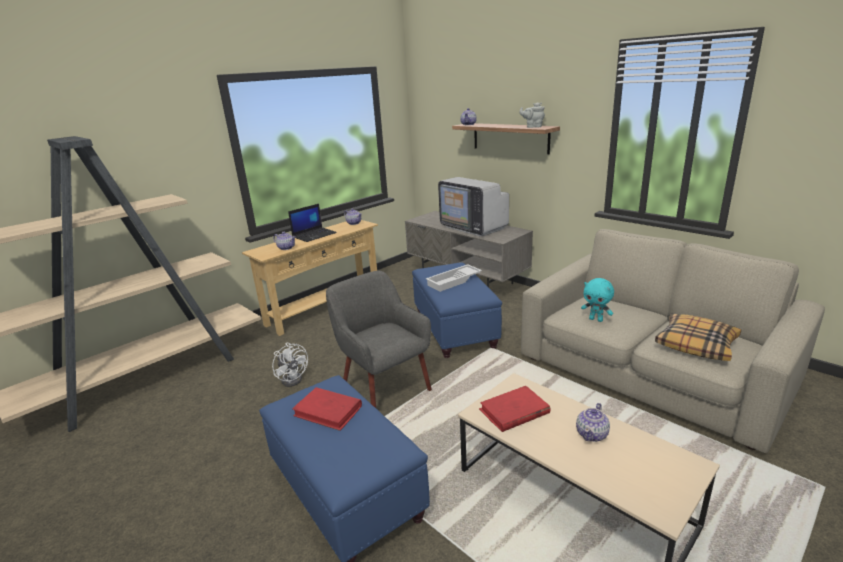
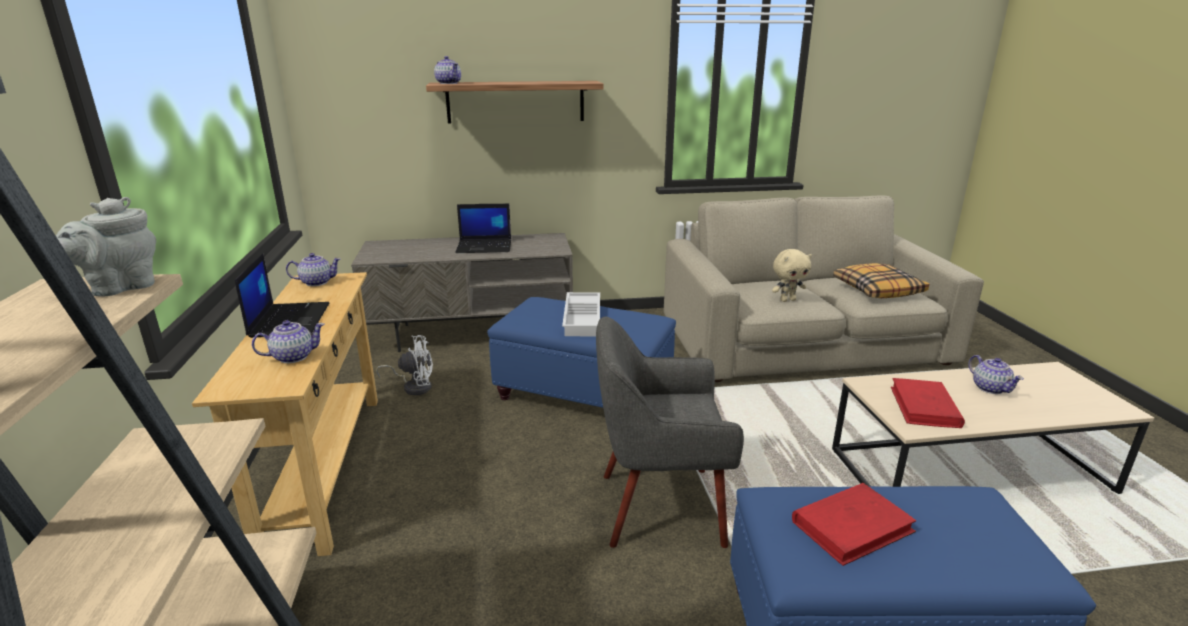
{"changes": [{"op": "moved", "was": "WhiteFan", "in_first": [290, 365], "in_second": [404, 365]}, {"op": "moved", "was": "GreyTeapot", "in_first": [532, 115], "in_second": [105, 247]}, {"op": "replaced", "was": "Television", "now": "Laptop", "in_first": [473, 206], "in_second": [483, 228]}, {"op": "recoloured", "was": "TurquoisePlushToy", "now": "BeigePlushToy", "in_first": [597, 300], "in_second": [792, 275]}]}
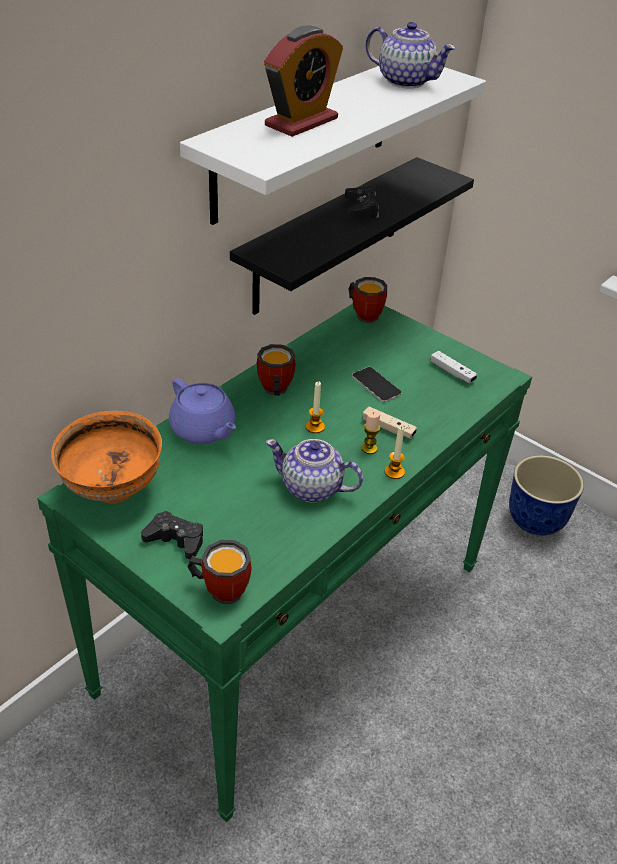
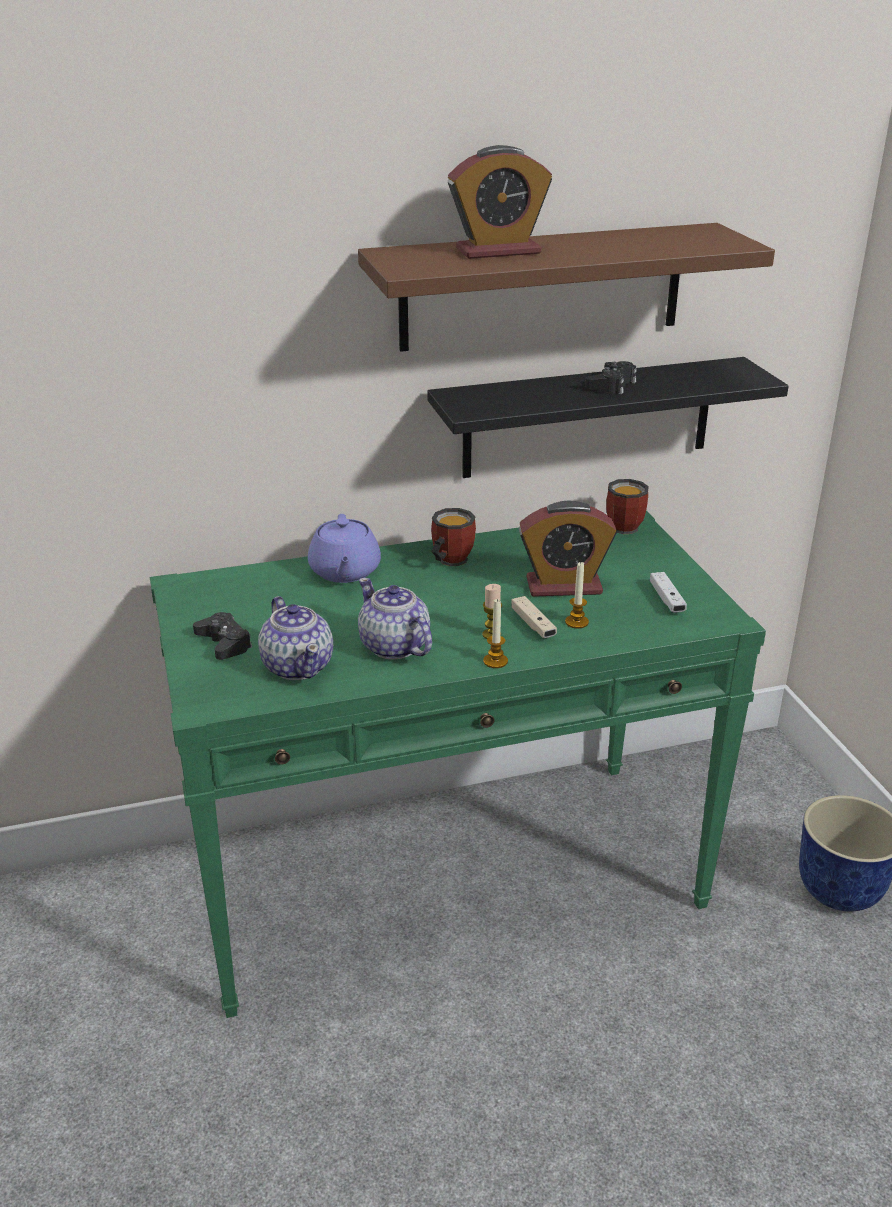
{"changes": [{"op": "removed", "was": "OrangeBowl", "in_first": [106, 457]}, {"op": "removed", "was": "Mug", "in_first": [219, 572]}, {"op": "moved", "was": "Candle", "in_first": [315, 407], "in_second": [577, 595]}, {"op": "moved", "was": "Teapot", "in_first": [411, 55], "in_second": [295, 638]}, {"op": "replaced", "was": "Phone", "now": "AlarmClock", "in_first": [377, 384], "in_second": [568, 548]}, {"op": "recoloured", "was": "WhiteShelf", "now": "BrownShelf", "in_first": [333, 145], "in_second": [566, 287]}]}
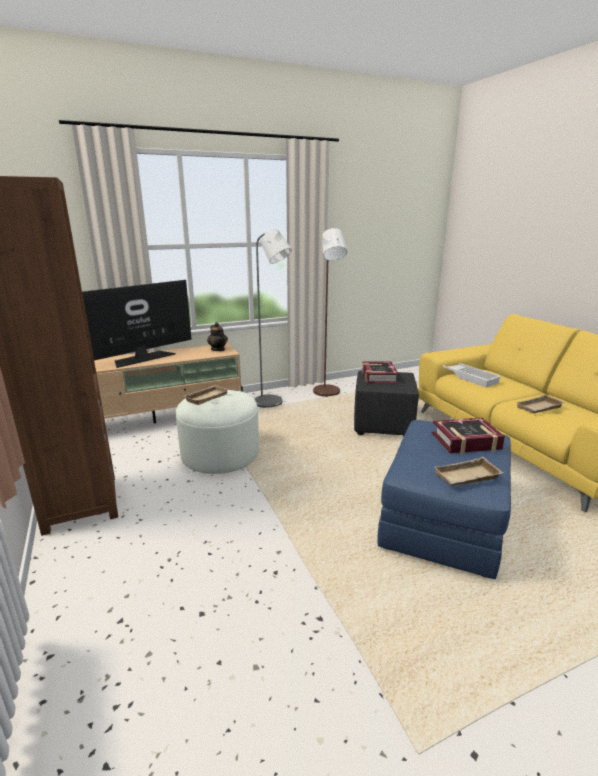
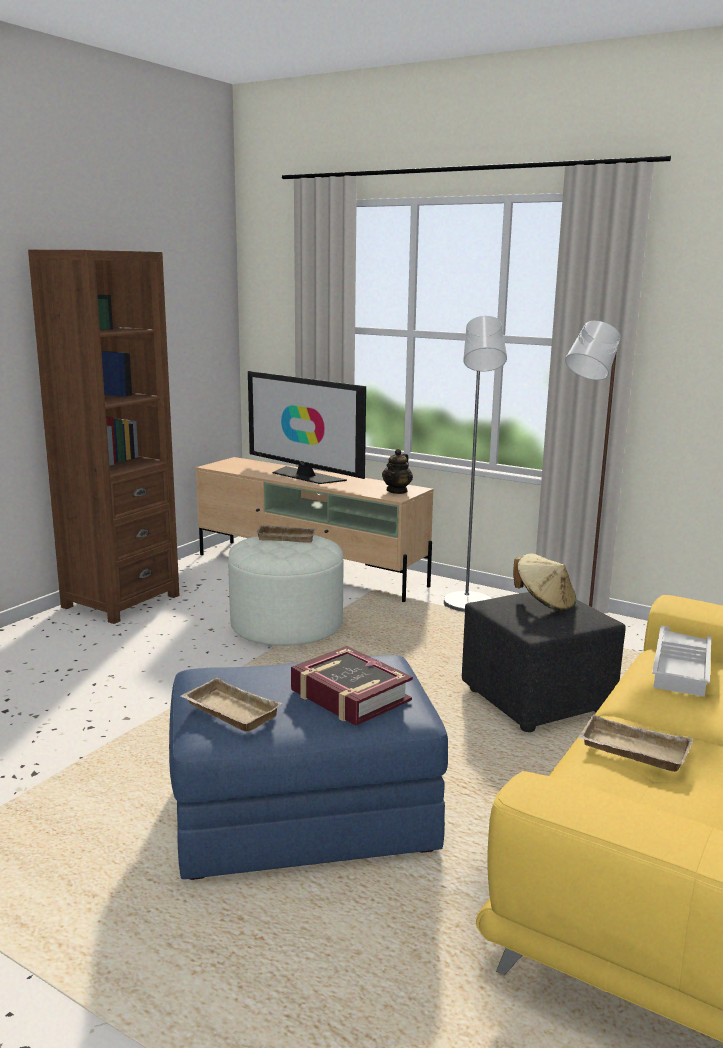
{"changes": [{"op": "replaced", "was": "Book", "now": "BeigeHat", "in_first": [380, 372], "in_second": [544, 582]}, {"op": "turned", "was": "Television", "in_first": [137, 324], "in_second": [307, 427], "clockwise": -150}]}
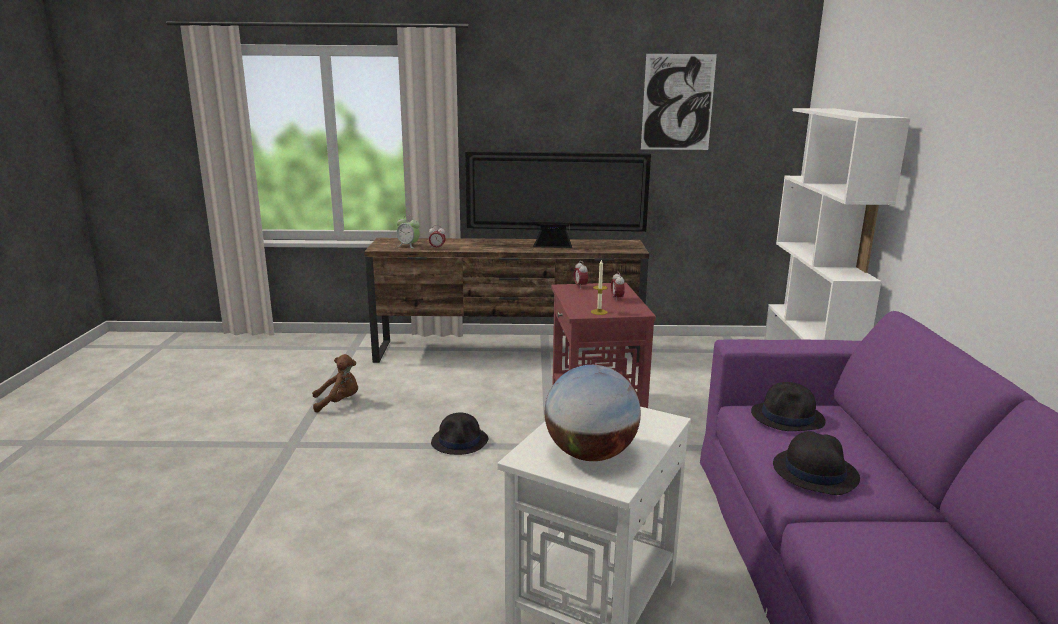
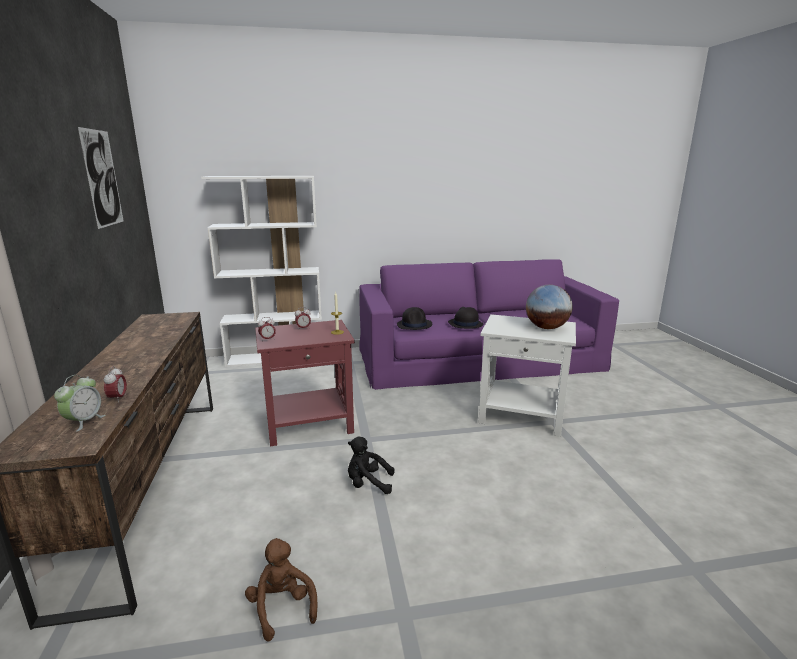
{"changes": [{"op": "removed", "was": "Television", "in_first": [558, 199]}, {"op": "replaced", "was": "BlackHat", "now": "BlackPlushToy", "in_first": [459, 433], "in_second": [371, 465]}]}
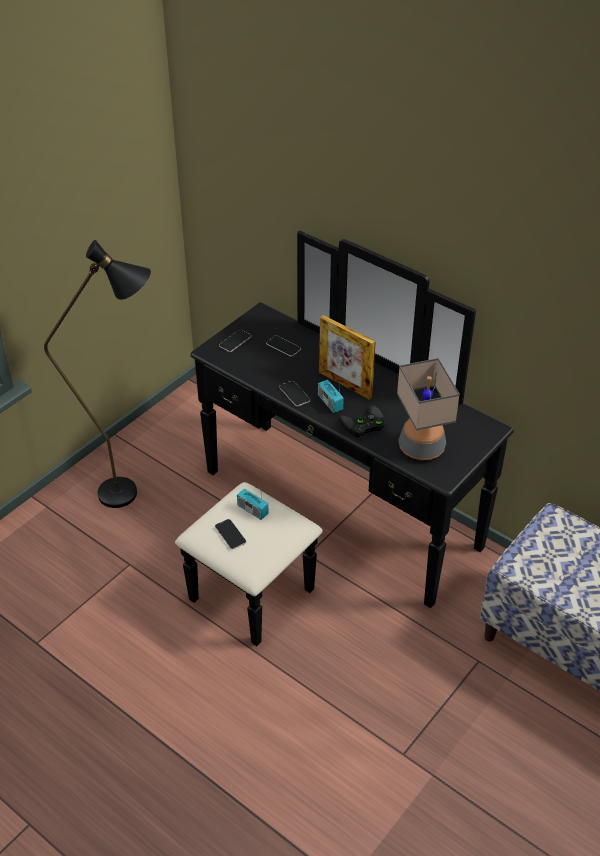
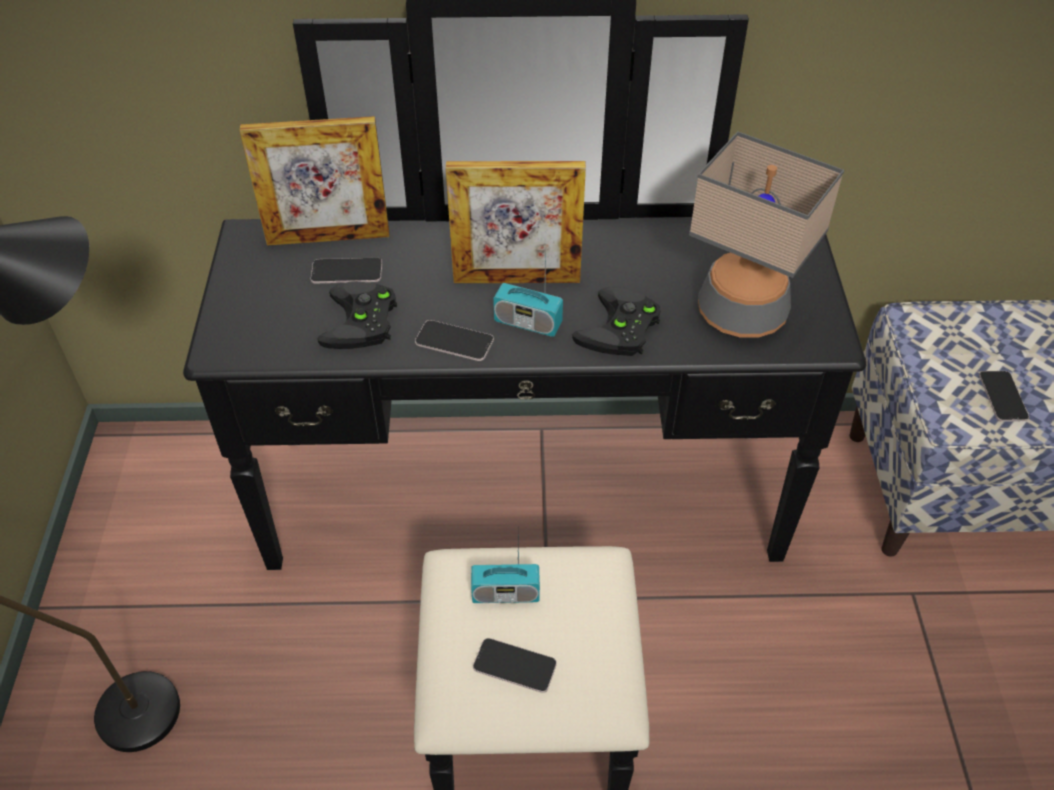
{"changes": [{"op": "added", "now": "PictureFrame", "in_second": [314, 181]}, {"op": "added", "now": "BlackGameController", "in_second": [357, 315]}, {"op": "moved", "was": "Phone", "in_first": [235, 340], "in_second": [1004, 396]}]}
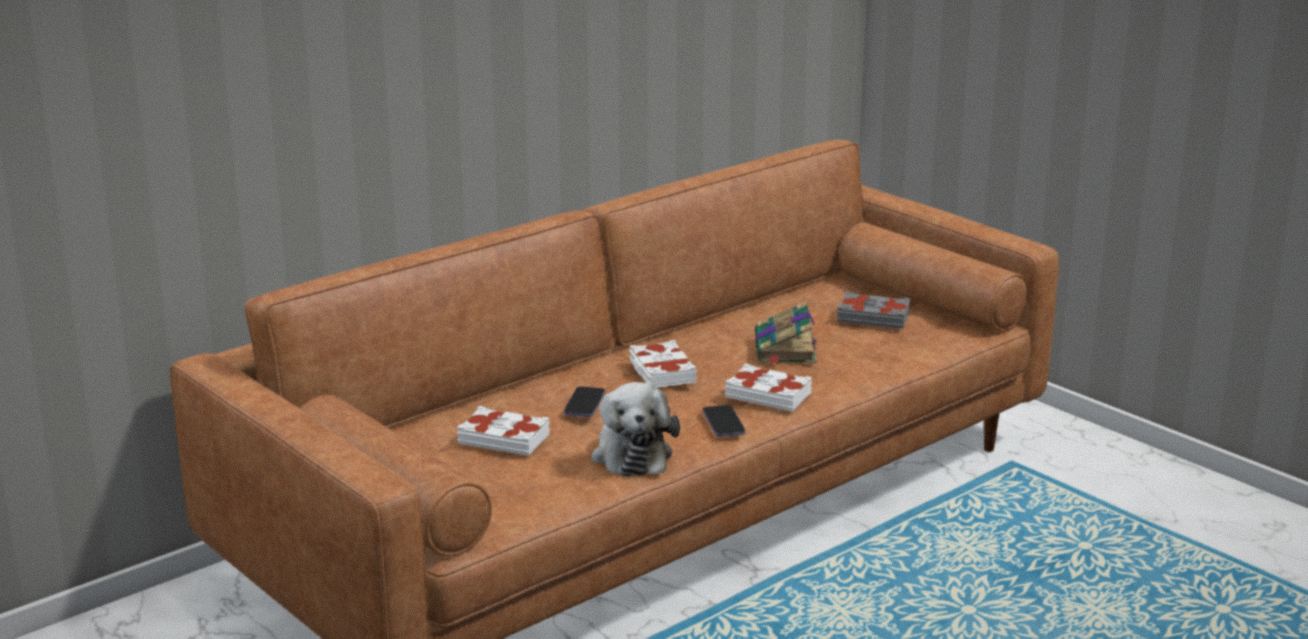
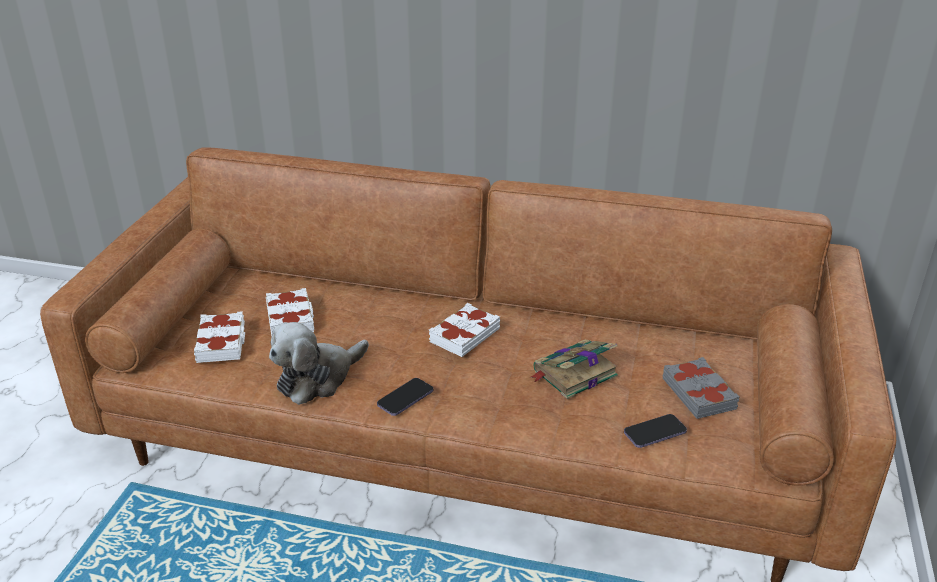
{"changes": [{"op": "moved", "was": "Phone", "in_first": [584, 402], "in_second": [655, 431]}, {"op": "moved", "was": "WhiteBook", "in_first": [768, 387], "in_second": [219, 337]}]}
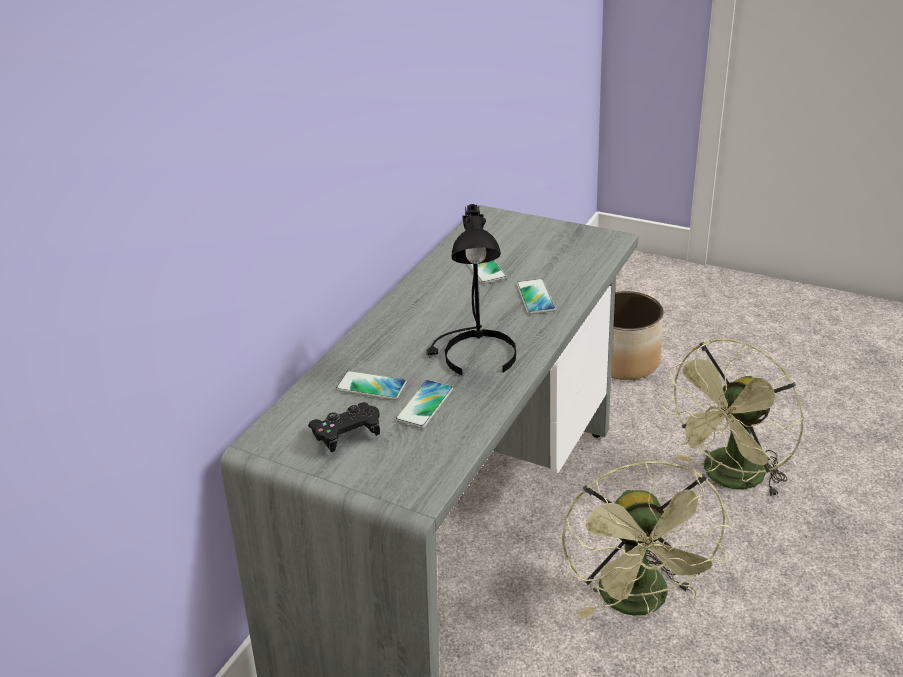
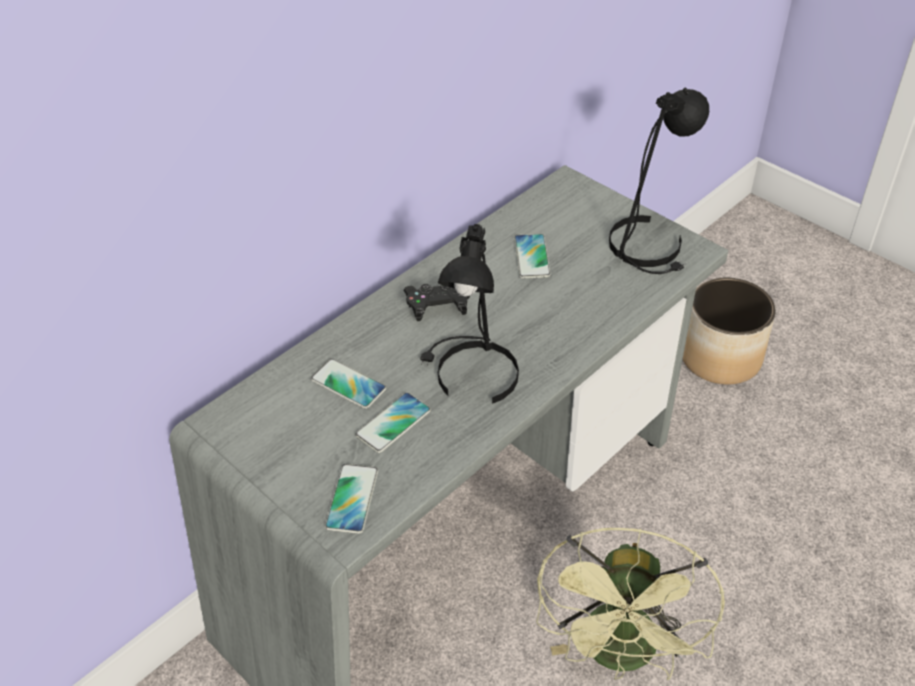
{"changes": [{"op": "removed", "was": "GreenFan", "in_first": [732, 418]}, {"op": "added", "now": "BlackTableLamp", "in_second": [659, 181]}, {"op": "moved", "was": "BlackGameController", "in_first": [344, 427], "in_second": [436, 302]}, {"op": "moved", "was": "Phone", "in_first": [536, 296], "in_second": [351, 499]}]}
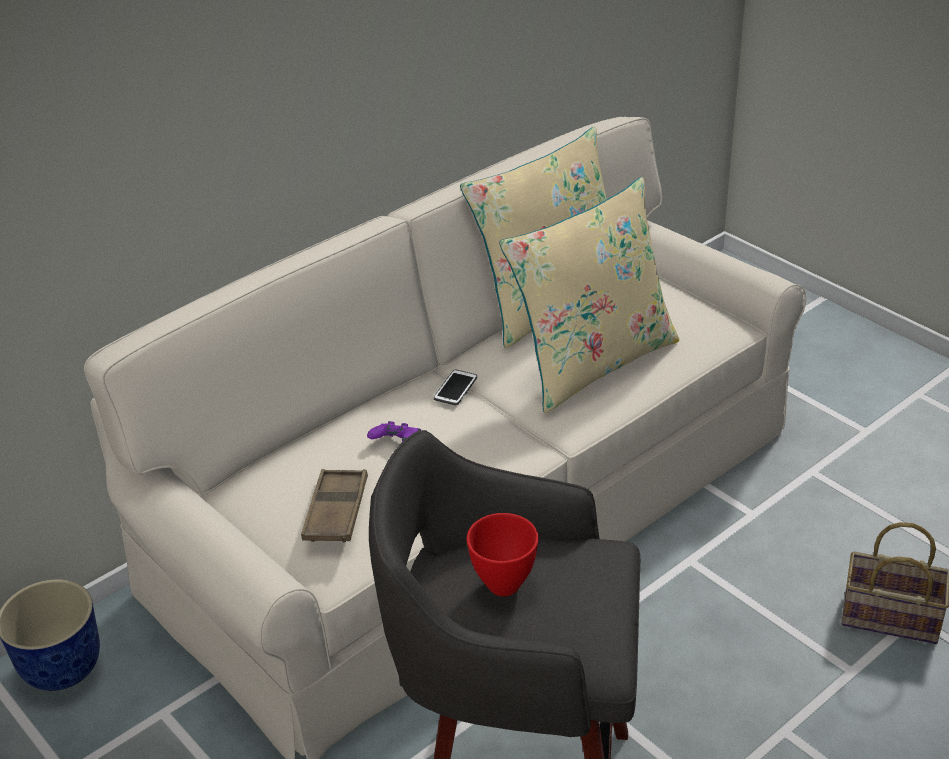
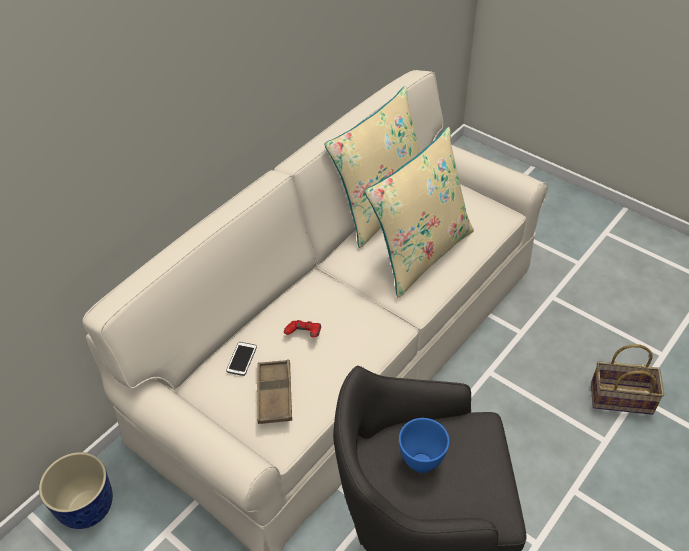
{"changes": [{"op": "moved", "was": "Phone", "in_first": [455, 387], "in_second": [241, 359]}, {"op": "recoloured", "was": "PurpleGameController", "now": "RedGameController", "in_first": [394, 431], "in_second": [302, 328]}, {"op": "recoloured", "was": "RedBowl", "now": "BlueBowl", "in_first": [503, 554], "in_second": [424, 445]}]}
